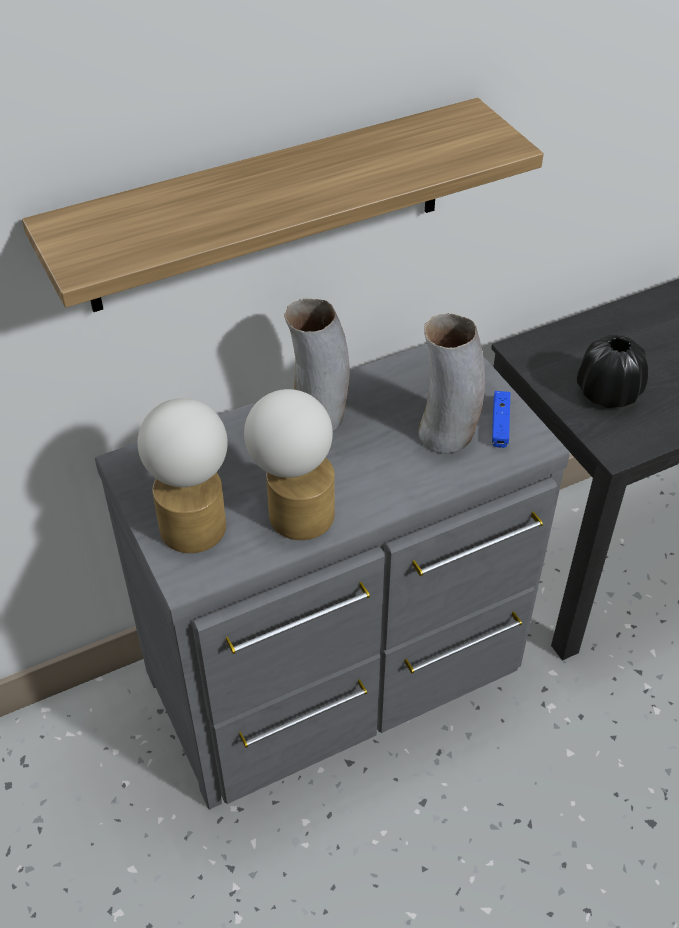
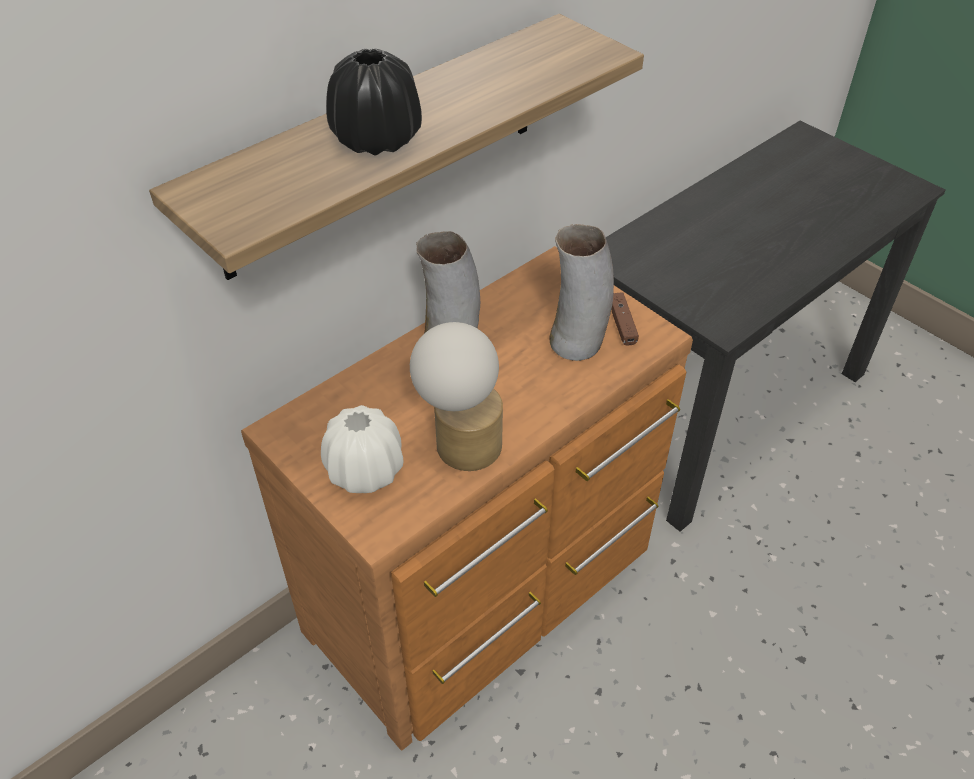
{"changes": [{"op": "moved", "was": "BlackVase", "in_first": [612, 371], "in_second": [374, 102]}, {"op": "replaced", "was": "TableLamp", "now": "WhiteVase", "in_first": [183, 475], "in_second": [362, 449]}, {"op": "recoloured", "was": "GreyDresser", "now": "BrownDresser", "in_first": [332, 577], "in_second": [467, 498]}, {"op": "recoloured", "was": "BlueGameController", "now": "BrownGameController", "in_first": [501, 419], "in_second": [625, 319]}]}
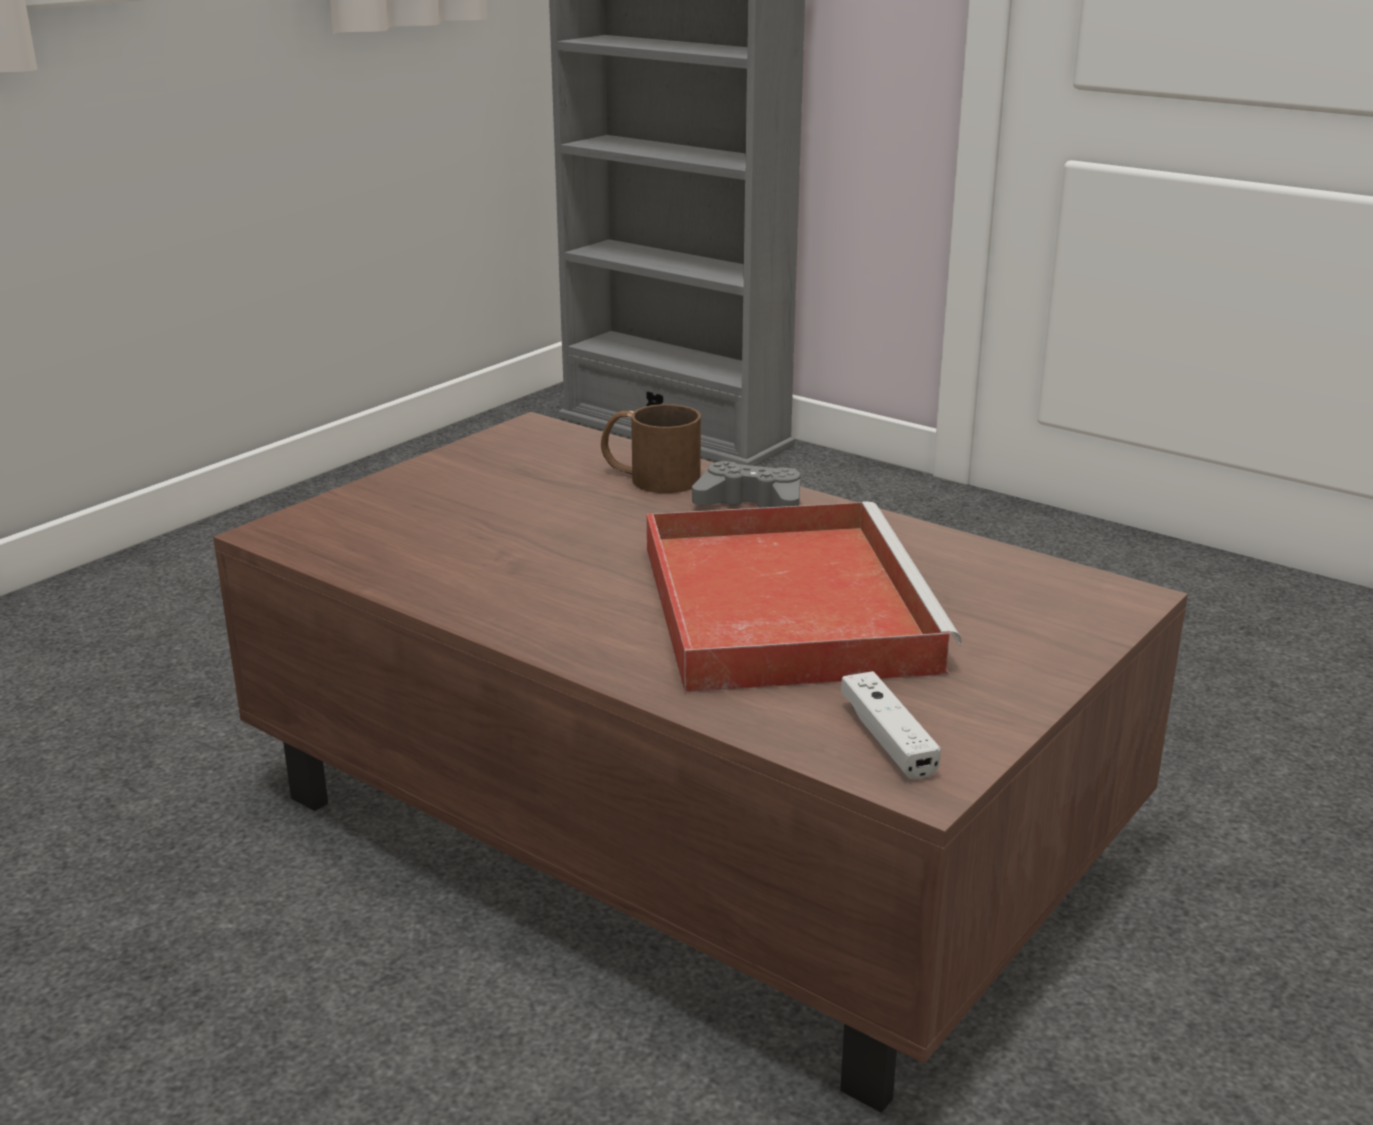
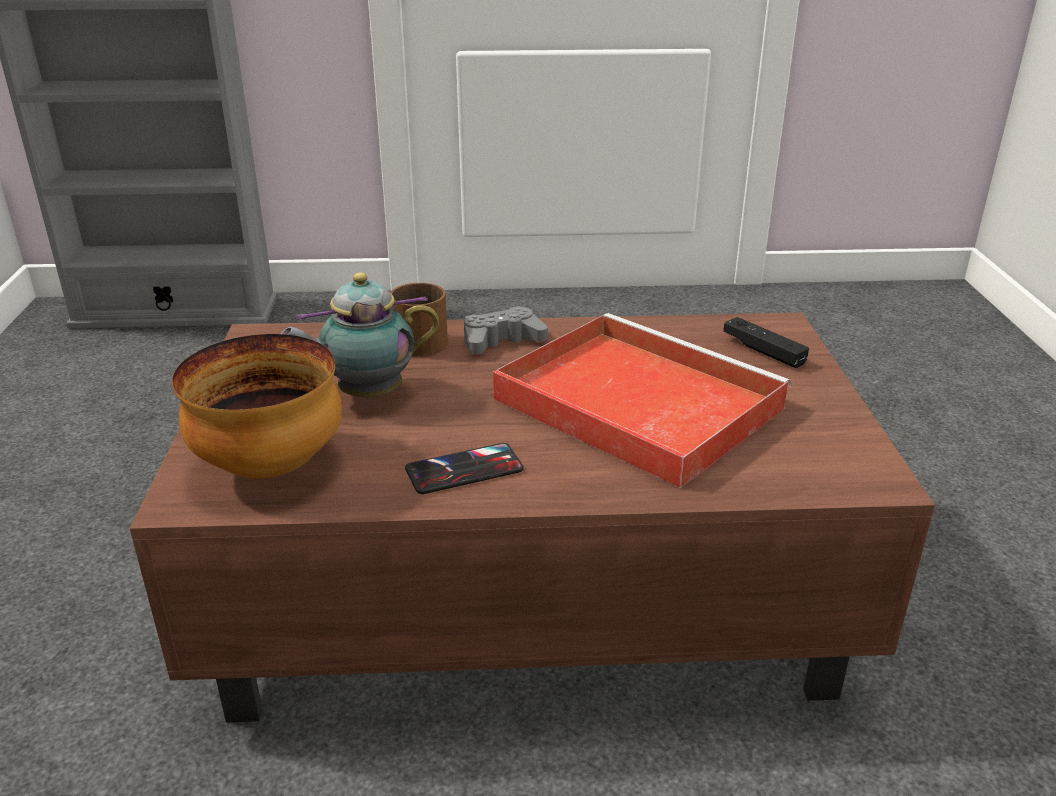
{"changes": [{"op": "removed", "was": "WhiteGameController", "in_first": [891, 725]}, {"op": "added", "now": "Bowl", "in_second": [257, 406]}, {"op": "added", "now": "Teapot", "in_second": [360, 335]}, {"op": "added", "now": "Phone", "in_second": [464, 468]}, {"op": "added", "now": "BlackGameController", "in_second": [766, 342]}]}
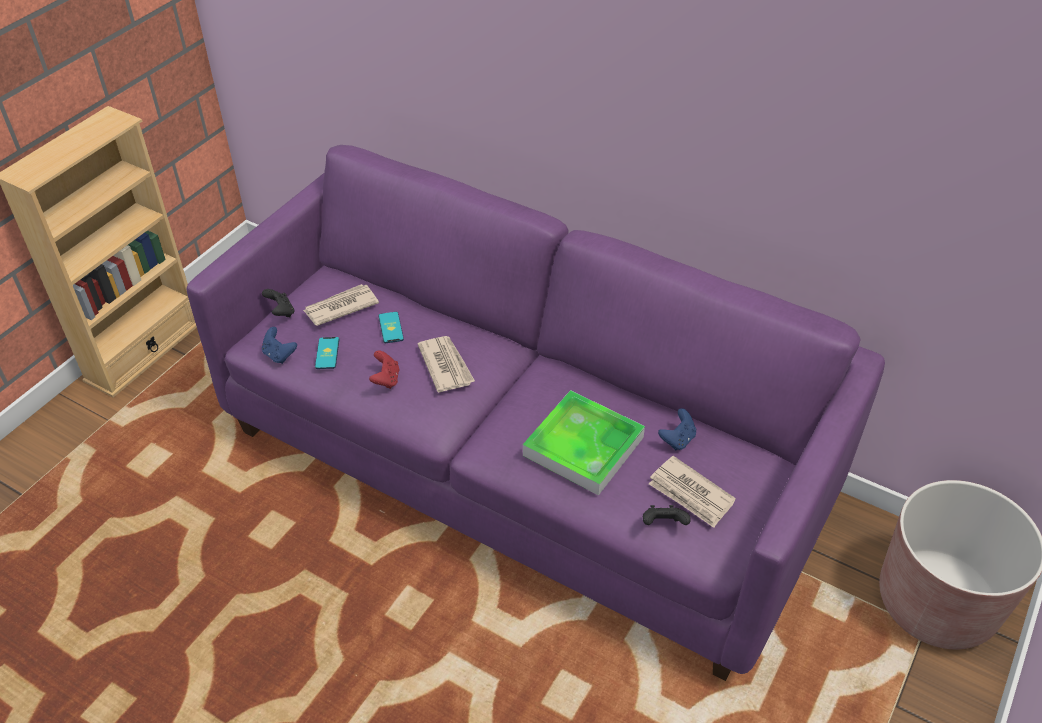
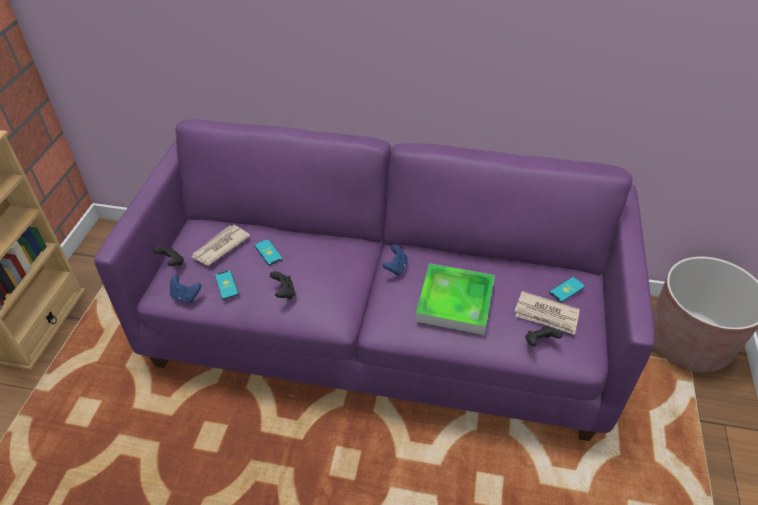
{"changes": [{"op": "removed", "was": "Newspaper", "in_first": [446, 364]}, {"op": "added", "now": "Phone", "in_second": [567, 289]}, {"op": "moved", "was": "BlueGameController", "in_first": [677, 429], "in_second": [395, 260]}, {"op": "recoloured", "was": "RedGameController", "now": "BlackGameController", "in_first": [384, 369], "in_second": [283, 285]}]}
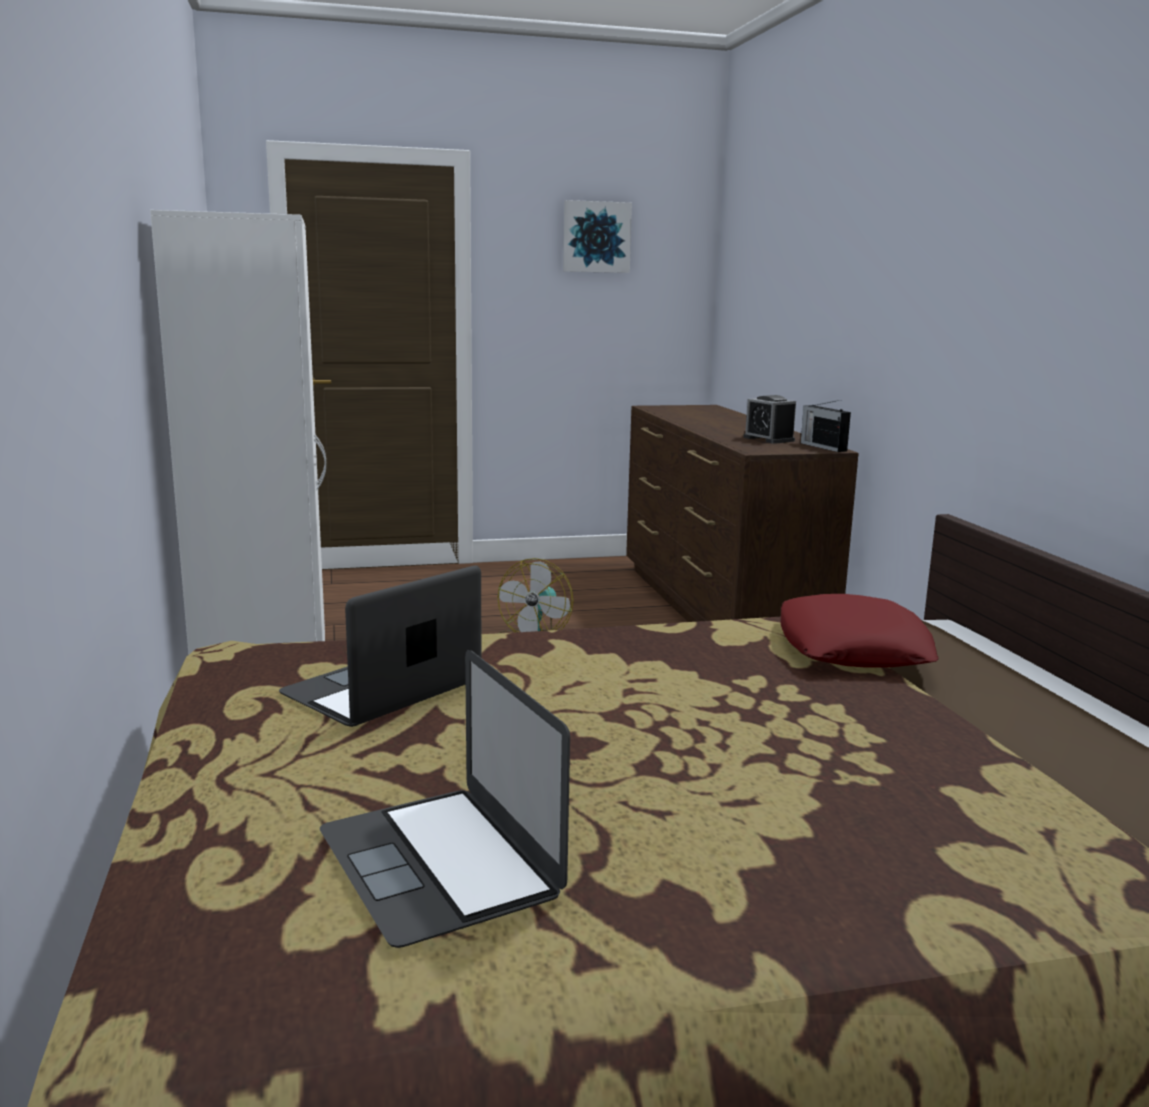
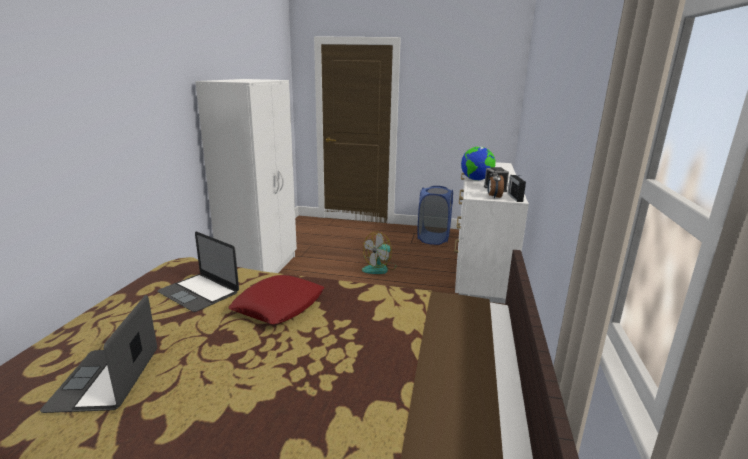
{"changes": [{"op": "removed", "was": "Picture", "in_first": [597, 236]}, {"op": "added", "now": "BlueLaundryBasket", "in_second": [435, 215]}, {"op": "added", "now": "Globe", "in_second": [478, 163]}, {"op": "added", "now": "AlarmClock", "in_second": [495, 183]}, {"op": "moved", "was": "RedPillow", "in_first": [860, 631], "in_second": [276, 299]}, {"op": "recoloured", "was": "BrownDresser", "now": "WhiteDresser", "in_first": [742, 513], "in_second": [491, 233]}, {"op": "turned", "was": "Laptop", "in_first": [380, 646], "in_second": [198, 272], "clockwise": -120}]}
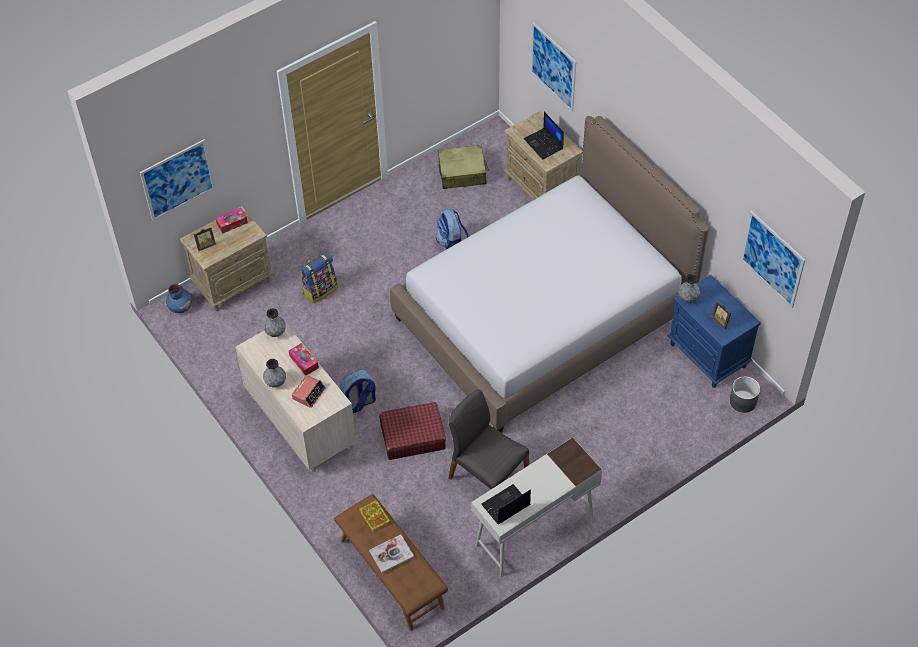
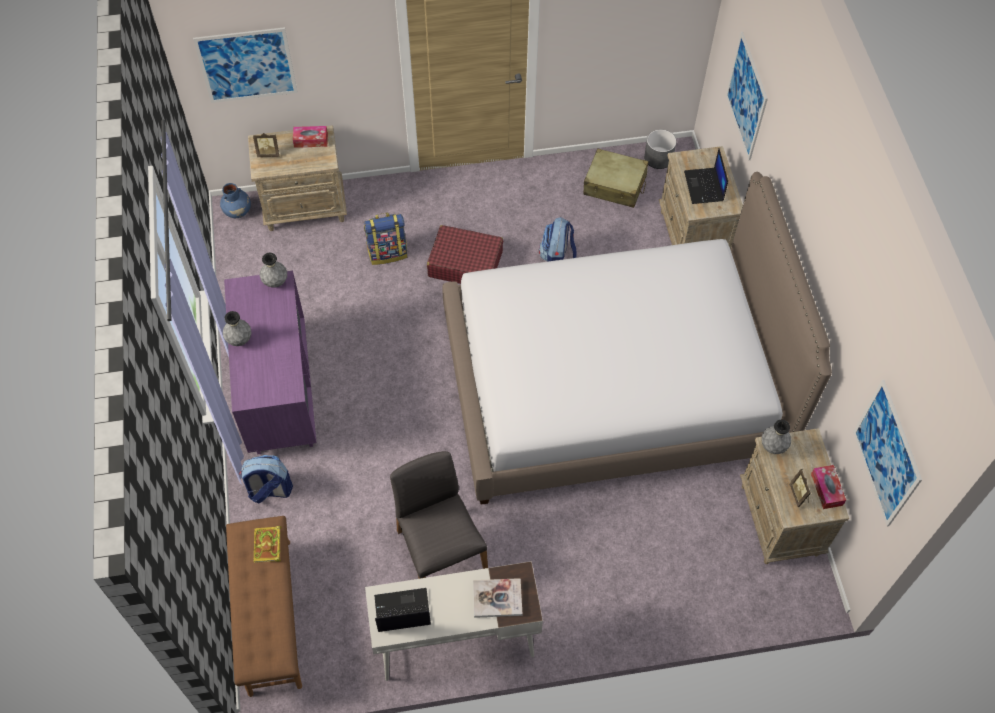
{"changes": [{"op": "removed", "was": "AlarmClock", "in_first": [309, 391]}, {"op": "moved", "was": "TissueBox", "in_first": [304, 359], "in_second": [828, 487]}, {"op": "moved", "was": "Backpack", "in_first": [358, 391], "in_second": [266, 479]}, {"op": "moved", "was": "Book", "in_first": [391, 554], "in_second": [497, 598]}, {"op": "moved", "was": "RedSuitcase", "in_first": [412, 431], "in_second": [465, 254]}, {"op": "moved", "was": "GreyPlanter", "in_first": [745, 394], "in_second": [660, 149]}, {"op": "recoloured", "was": "BeigeDresser", "now": "PurpleDresser", "in_first": [295, 398], "in_second": [270, 363]}, {"op": "recoloured", "was": "BlueNightstand", "now": "BeigeNightstand", "in_first": [713, 331], "in_second": [794, 496]}]}
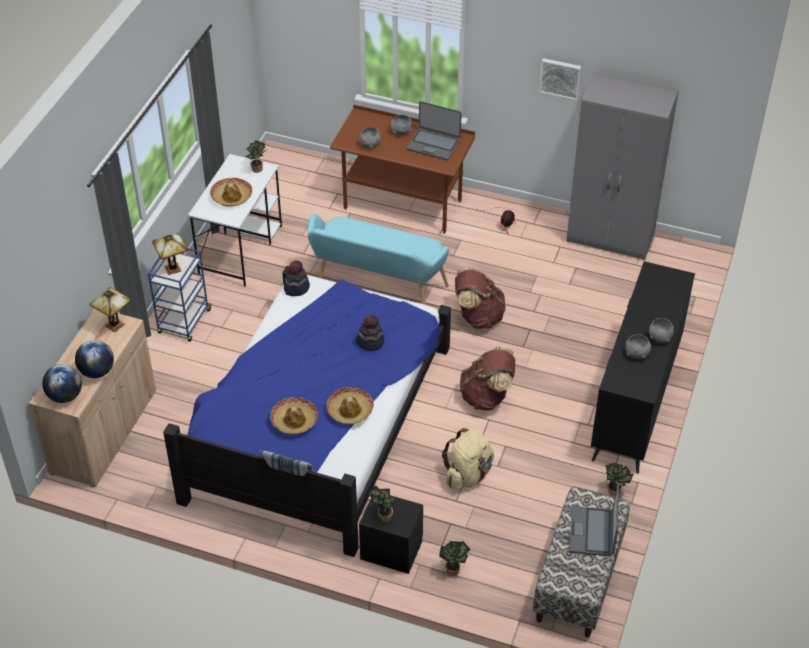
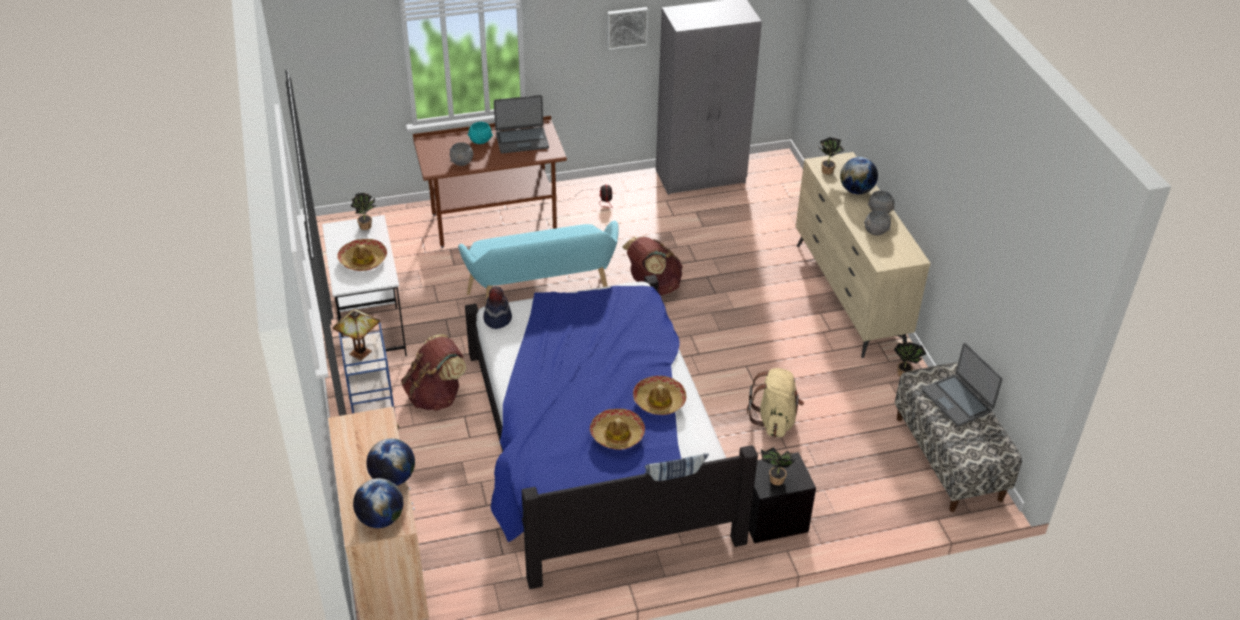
{"changes": [{"op": "removed", "was": "TableLamp", "in_first": [110, 309]}, {"op": "removed", "was": "Hat", "in_first": [370, 333]}, {"op": "added", "now": "Globe", "in_second": [859, 175]}, {"op": "moved", "was": "PottedPlant", "in_first": [455, 558], "in_second": [831, 156]}, {"op": "moved", "was": "BrownBackpack", "in_first": [487, 378], "in_second": [433, 372]}, {"op": "recoloured", "was": "GreyBowl", "now": "TurquoiseBowl", "in_first": [401, 125], "in_second": [480, 133]}, {"op": "recoloured", "was": "BlackDresser", "now": "BeigeDresser", "in_first": [643, 367], "in_second": [863, 255]}]}
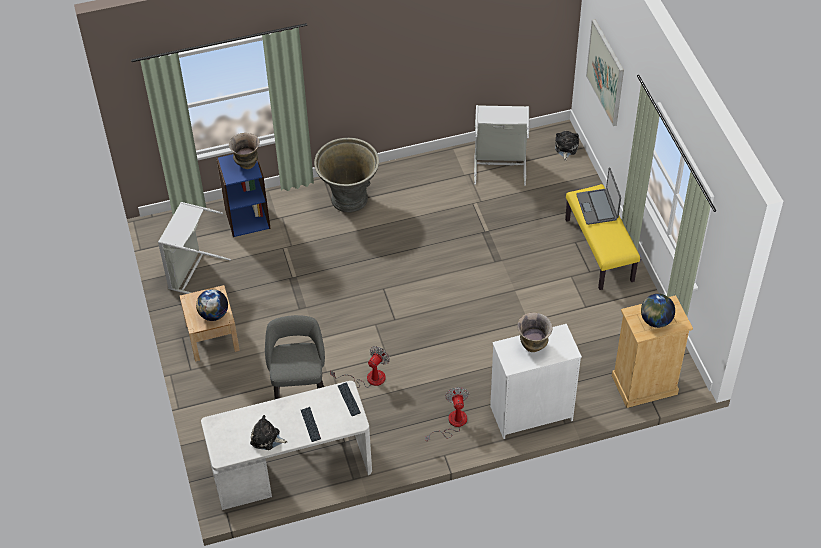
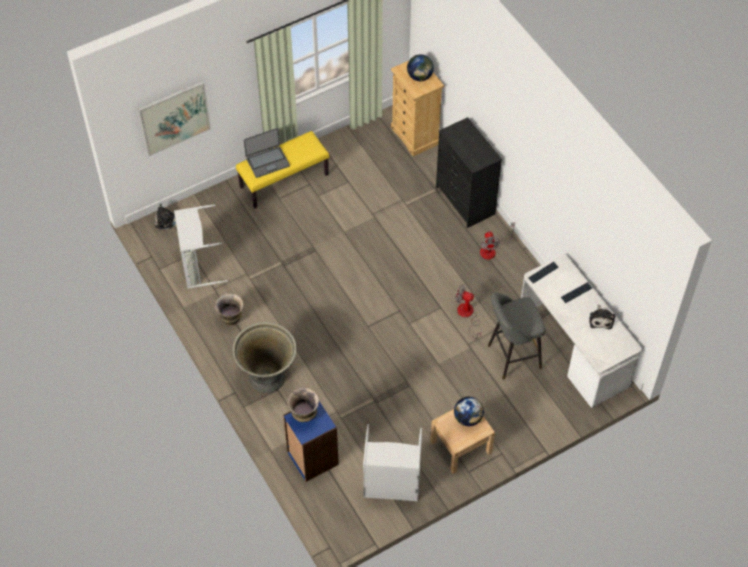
{"changes": [{"op": "moved", "was": "Vase", "in_first": [535, 332], "in_second": [229, 309]}, {"op": "recoloured", "was": "WhiteDresser", "now": "BlackDresser", "in_first": [536, 381], "in_second": [469, 172]}, {"op": "turned", "was": "Fan", "in_first": [447, 414], "in_second": [497, 241], "clockwise": -75}]}
